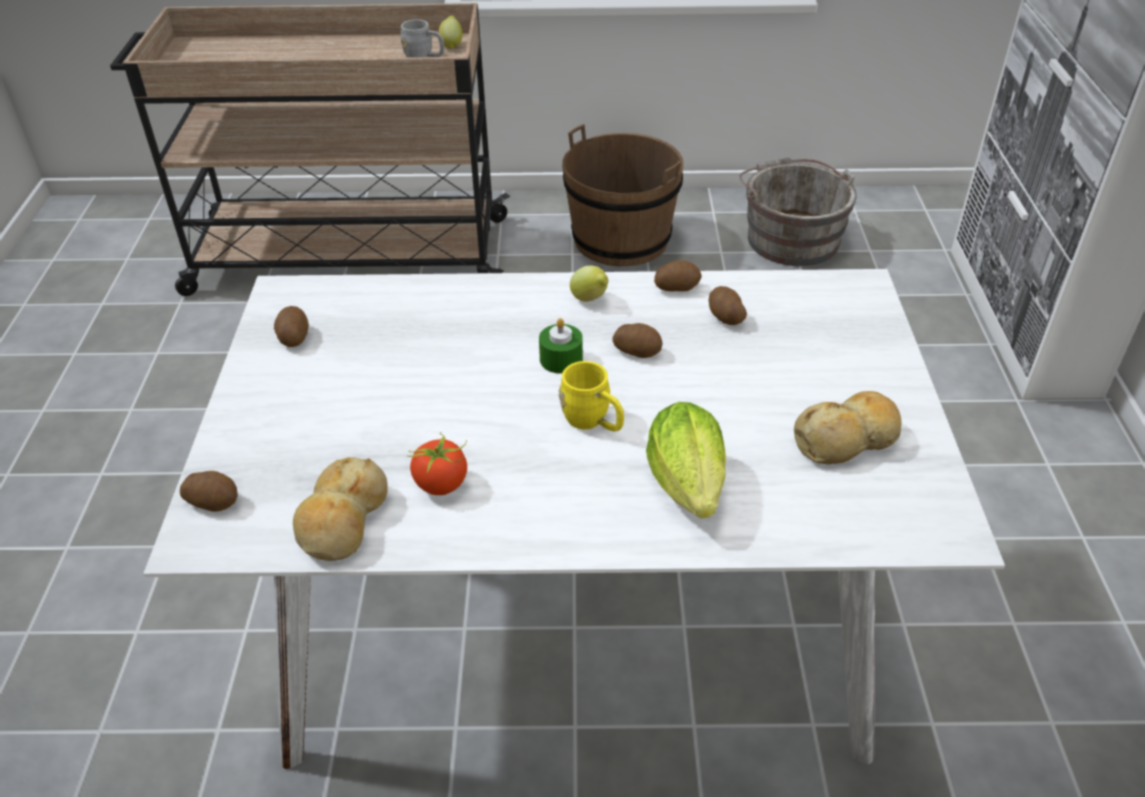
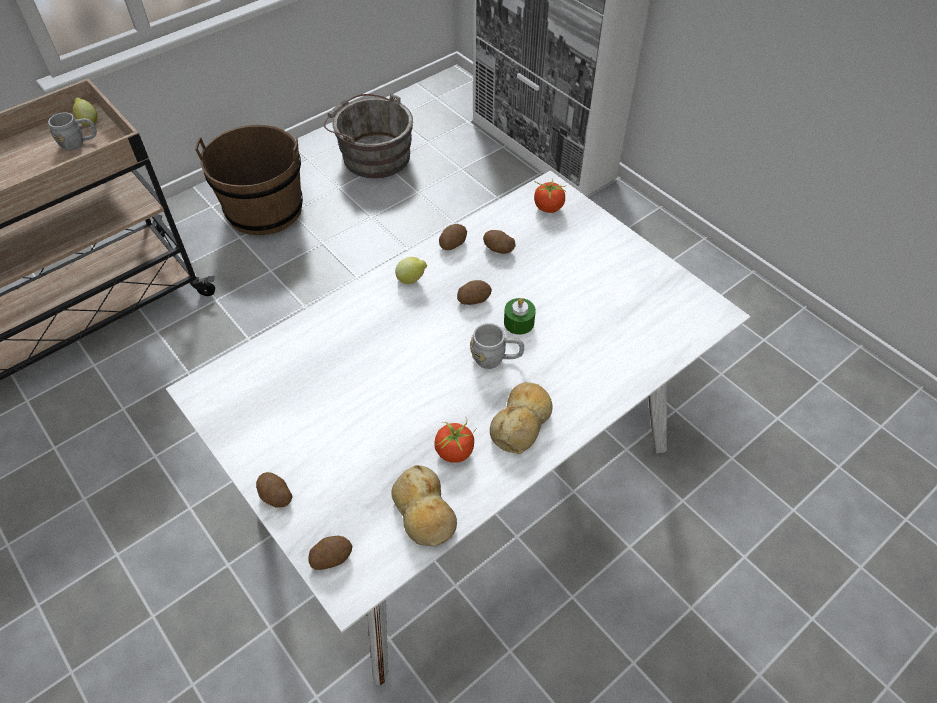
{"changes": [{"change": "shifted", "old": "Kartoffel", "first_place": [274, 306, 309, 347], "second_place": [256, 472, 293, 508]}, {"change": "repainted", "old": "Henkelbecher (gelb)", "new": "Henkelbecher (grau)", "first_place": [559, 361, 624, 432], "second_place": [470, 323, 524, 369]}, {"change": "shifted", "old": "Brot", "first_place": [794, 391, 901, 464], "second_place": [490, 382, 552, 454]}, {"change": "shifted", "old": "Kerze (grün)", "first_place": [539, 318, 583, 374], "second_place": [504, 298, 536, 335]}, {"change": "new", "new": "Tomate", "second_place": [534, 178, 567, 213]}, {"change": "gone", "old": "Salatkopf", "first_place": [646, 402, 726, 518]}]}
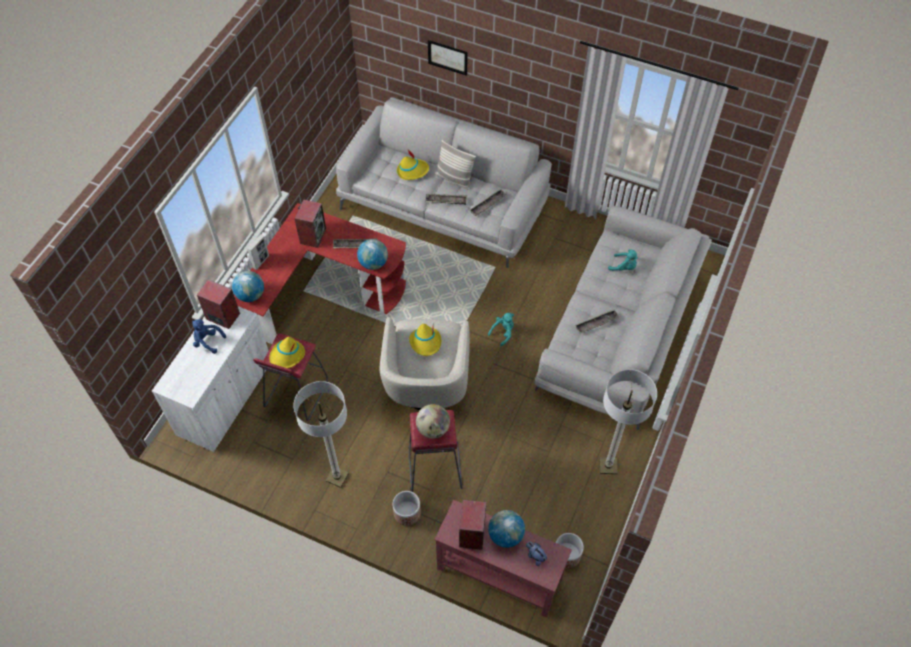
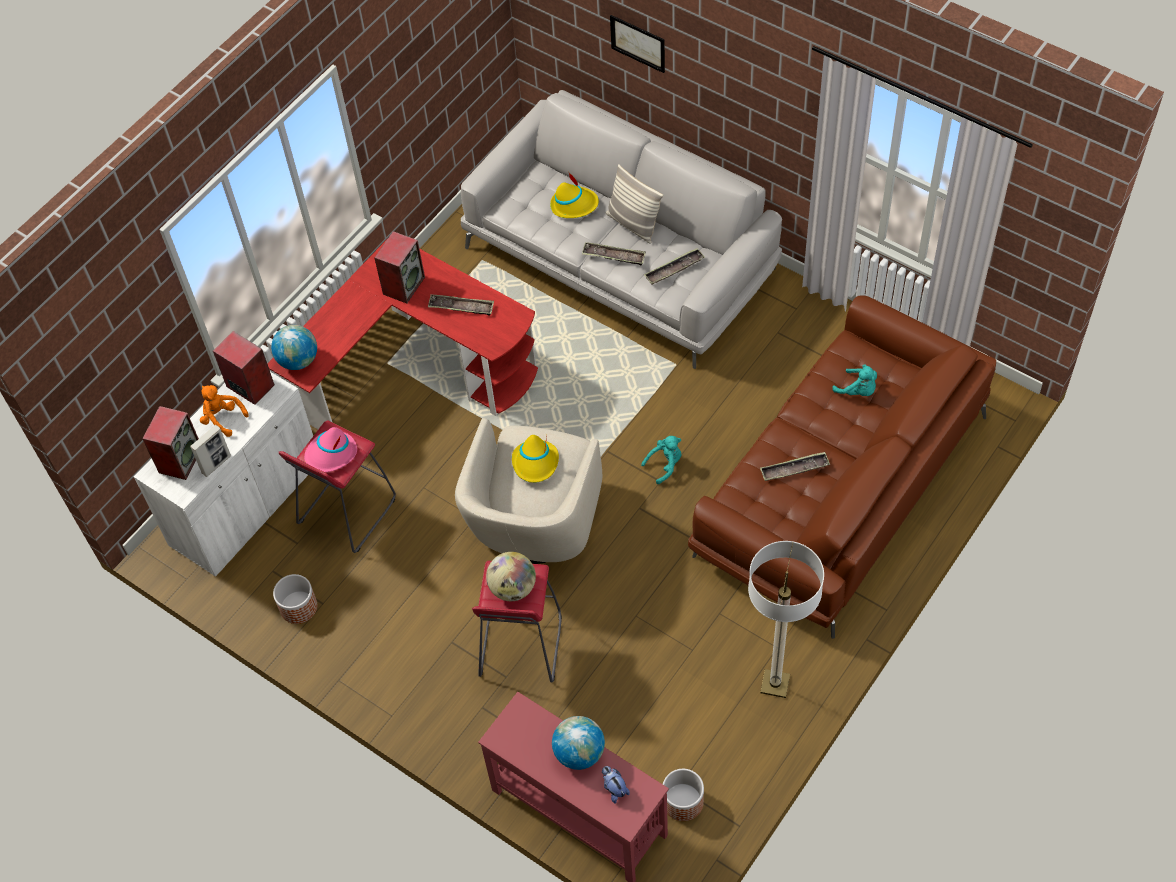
{"changes": [{"change": "shifted", "old": "Lautsprecher", "first_place": [459, 500, 486, 550], "second_place": [142, 406, 199, 480]}, {"change": "shifted", "old": "Bilderrahmen", "first_place": [247, 234, 269, 270], "second_place": [190, 425, 231, 477]}, {"change": "repainted", "old": "Plüschtier (blau)", "new": "Plüschtier (orange)", "first_place": [192, 319, 226, 354], "second_place": [200, 385, 249, 437]}, {"change": "shifted", "old": "Pflanzkübel", "first_place": [392, 491, 421, 526], "second_place": [273, 574, 317, 624]}, {"change": "repainted", "old": "Hut (gelb)", "new": "Hut (rosa)", "first_place": [269, 337, 305, 368], "second_place": [304, 427, 357, 472]}, {"change": "repainted", "old": "Sofa (grau)", "new": "Sofa (braun)", "first_place": [535, 206, 712, 431], "second_place": [688, 295, 996, 639]}, {"change": "gone", "old": "Stehlampe", "first_place": [293, 381, 349, 488]}, {"change": "gone", "old": "Globus", "first_place": [357, 239, 388, 270]}]}
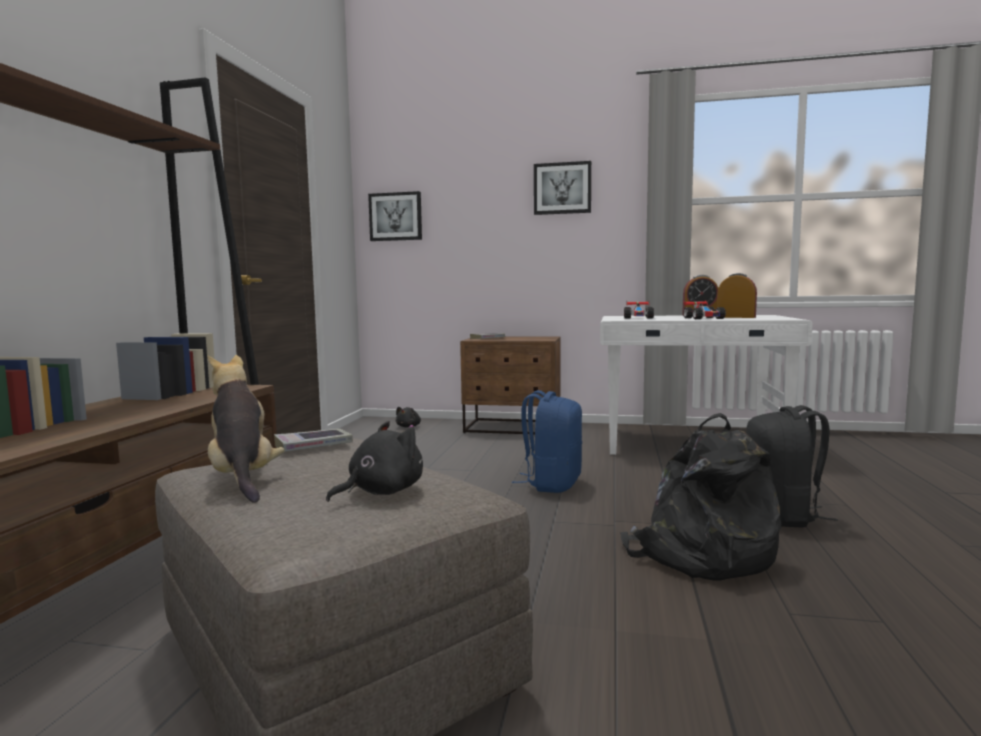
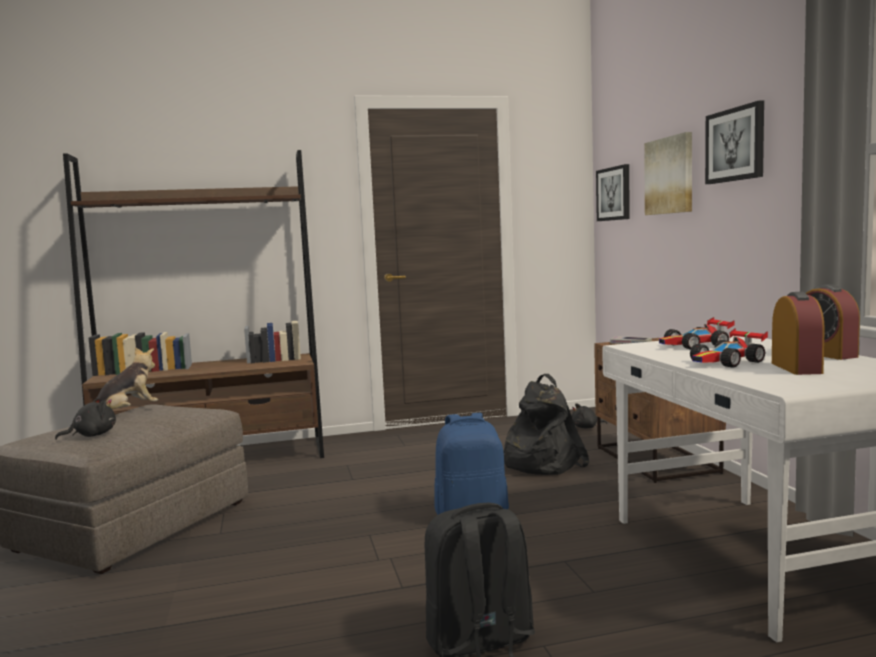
{"changes": [{"change": "rotated", "old": "Plüschtier (schwarz)", "first_place": [326, 421, 423, 502], "second_place": [55, 397, 116, 440], "degrees": -60}, {"change": "shifted", "old": "Rucksack (schwarz)", "first_place": [620, 413, 782, 581], "second_place": [503, 374, 589, 475]}, {"change": "new", "new": "Bild", "second_place": [644, 132, 692, 215]}, {"change": "gone", "old": "Buch", "first_place": [274, 429, 353, 452]}]}
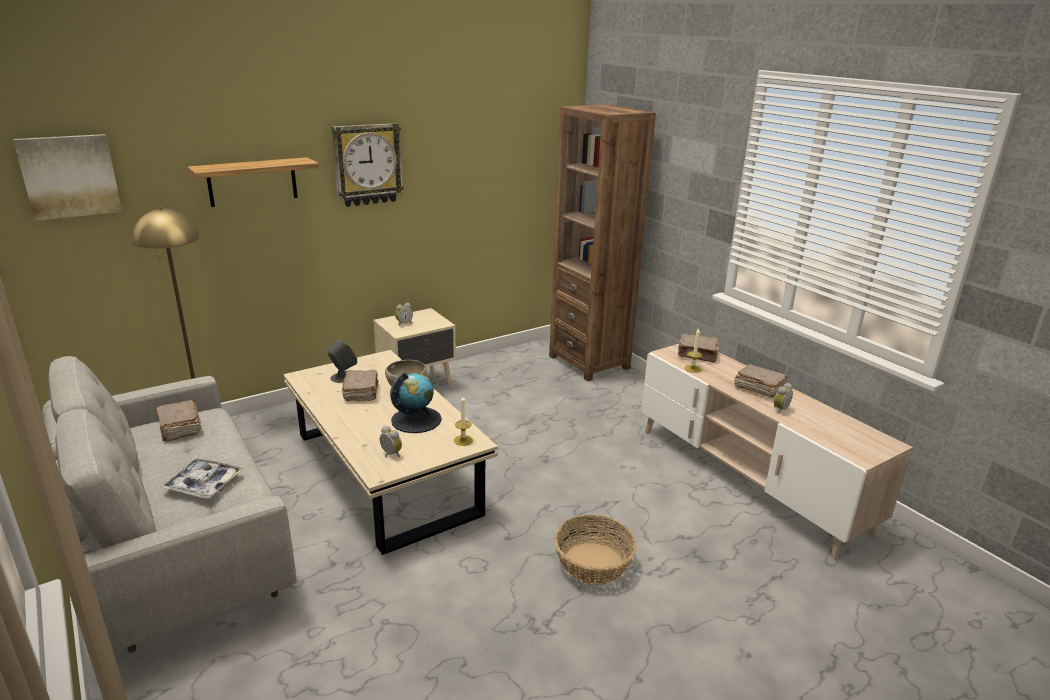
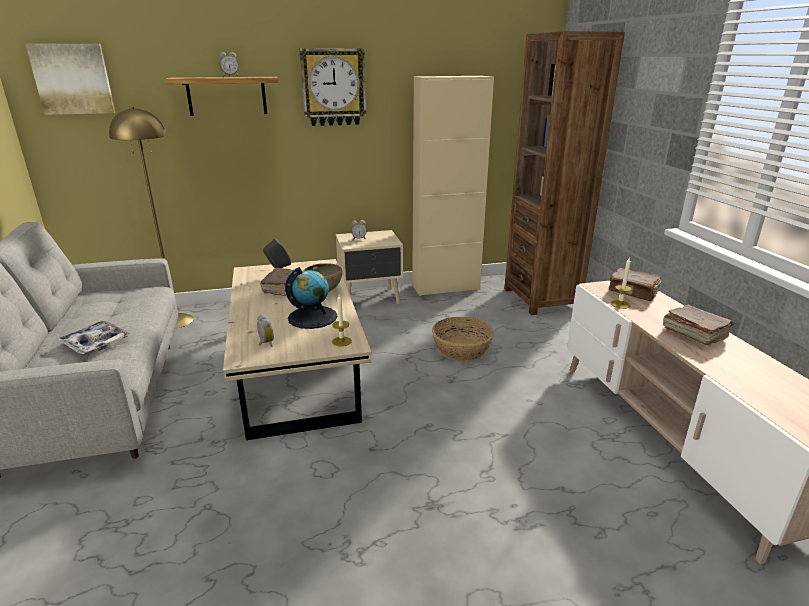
{"changes": [{"change": "shifted", "old": "Wecker", "first_place": [774, 383, 793, 414], "second_place": [219, 52, 239, 77]}, {"change": "new", "new": "Schrank (beige)", "second_place": [412, 76, 494, 296]}, {"change": "shifted", "old": "Korb", "first_place": [554, 515, 637, 585], "second_place": [432, 317, 494, 361]}, {"change": "gone", "old": "Buch (braun)", "first_place": [155, 400, 202, 441]}]}
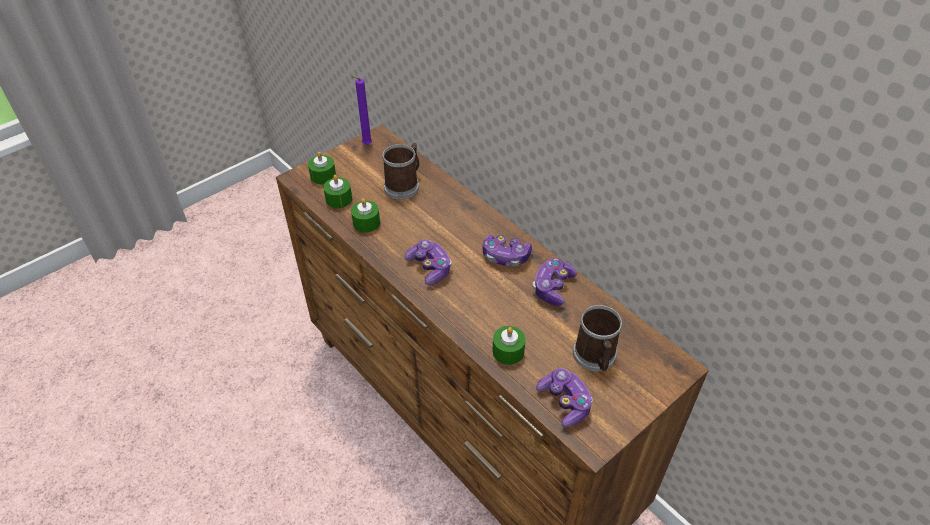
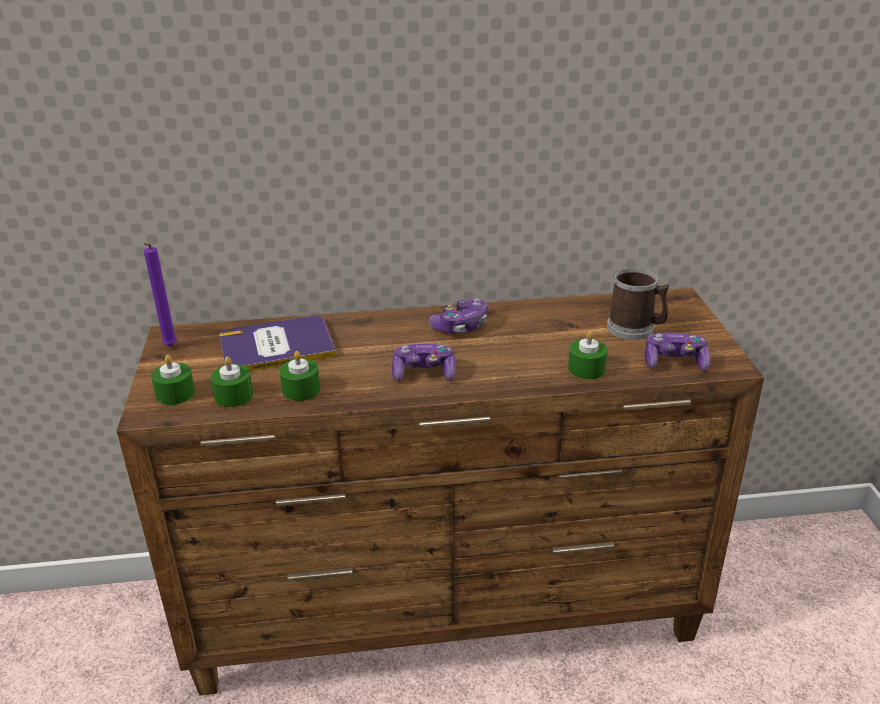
{"changes": [{"change": "swapped", "old": "Henkelbecher", "new": "Buch", "first_place": [382, 143, 419, 200], "second_place": [220, 315, 336, 371]}, {"change": "gone", "old": "Gamepad", "first_place": [533, 258, 577, 306]}]}
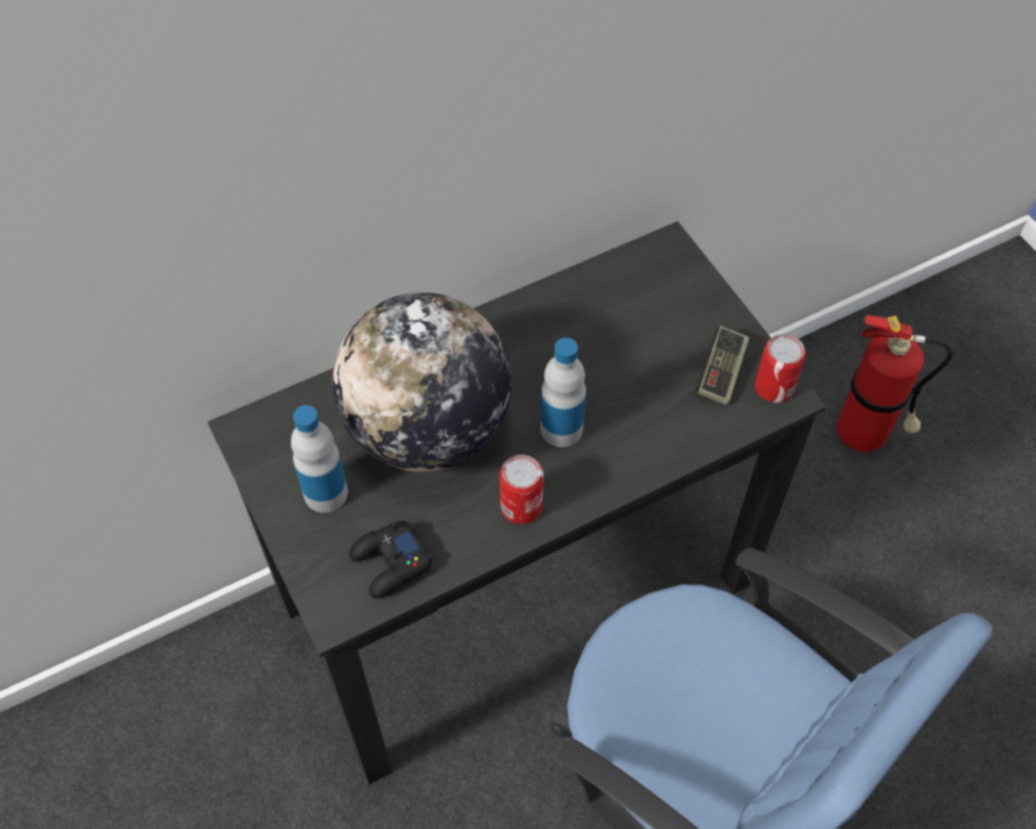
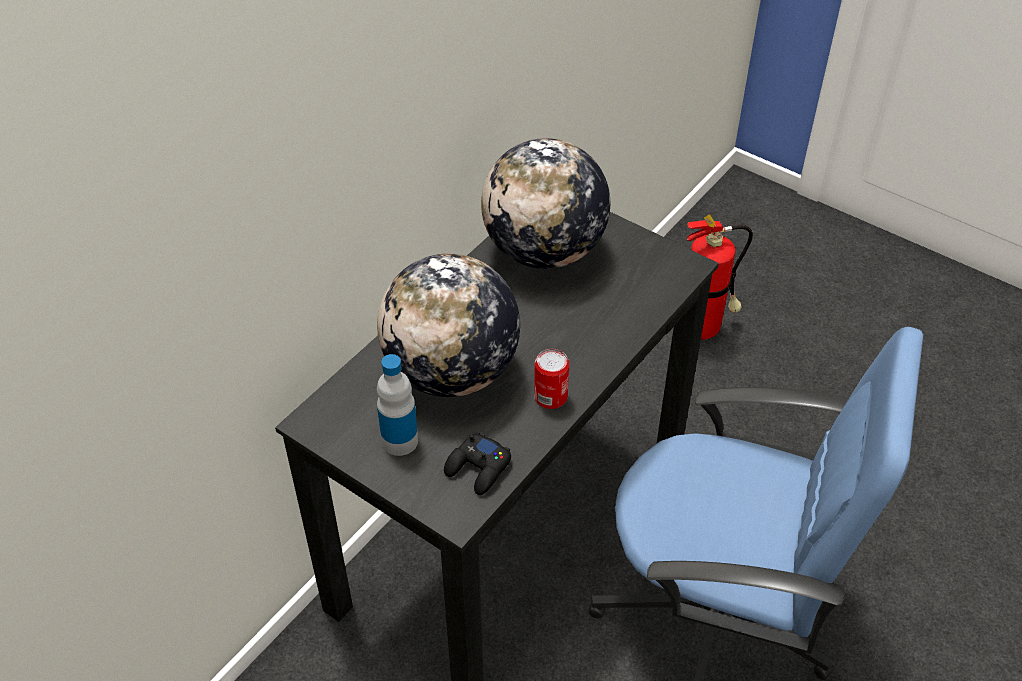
{"changes": [{"change": "new", "new": "Globus", "second_place": [481, 138, 610, 269]}, {"change": "gone", "old": "Flasche", "first_place": [540, 338, 586, 447]}, {"change": "gone", "old": "Gamepad", "first_place": [696, 326, 749, 405]}, {"change": "gone", "old": "Dose", "first_place": [755, 334, 806, 403]}]}
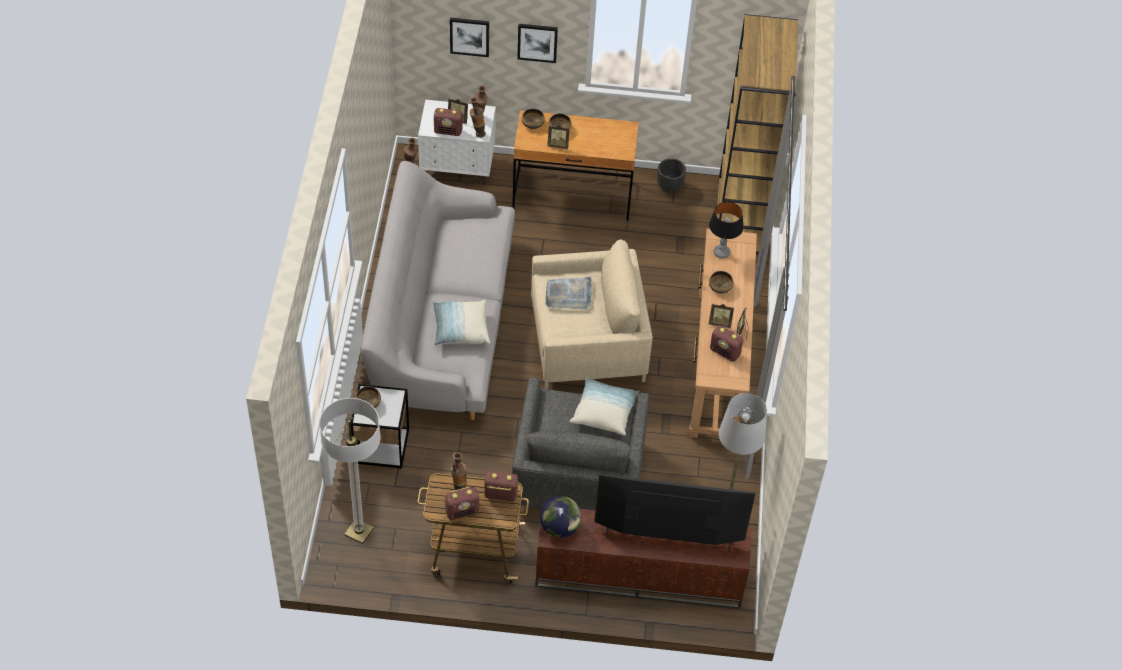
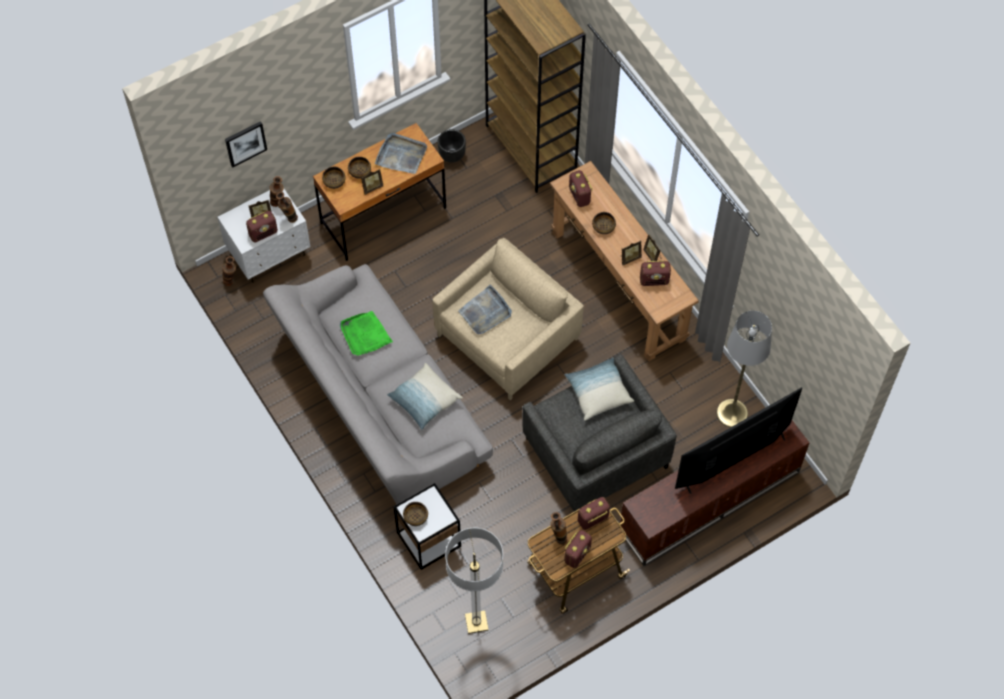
{"changes": [{"change": "new", "new": "Tablett (grün)", "second_place": [340, 311, 393, 356]}, {"change": "new", "new": "Tablett (grau)", "second_place": [375, 133, 427, 174]}, {"change": "swapped", "old": "Tischlampe", "new": "Radio", "first_place": [709, 202, 744, 259], "second_place": [569, 170, 593, 207]}, {"change": "gone", "old": "Bild", "first_place": [517, 24, 558, 63]}, {"change": "gone", "old": "Globus", "first_place": [540, 496, 581, 538]}]}
